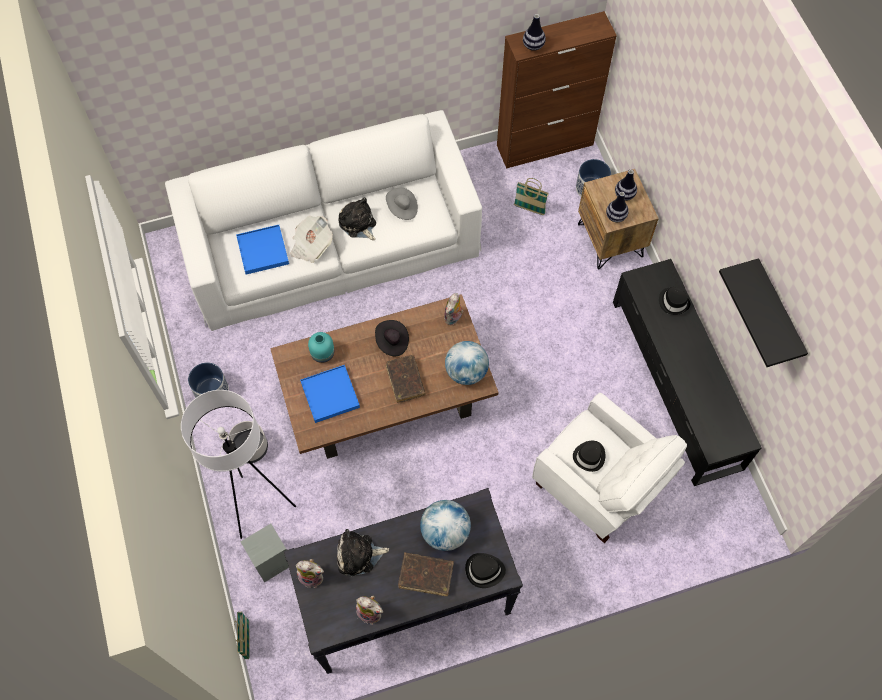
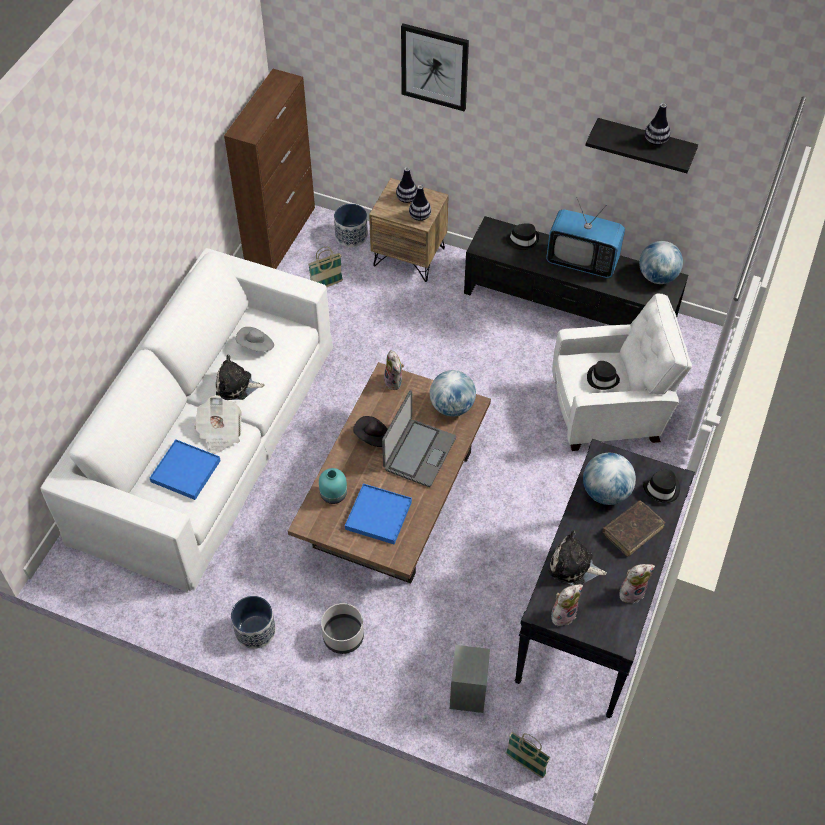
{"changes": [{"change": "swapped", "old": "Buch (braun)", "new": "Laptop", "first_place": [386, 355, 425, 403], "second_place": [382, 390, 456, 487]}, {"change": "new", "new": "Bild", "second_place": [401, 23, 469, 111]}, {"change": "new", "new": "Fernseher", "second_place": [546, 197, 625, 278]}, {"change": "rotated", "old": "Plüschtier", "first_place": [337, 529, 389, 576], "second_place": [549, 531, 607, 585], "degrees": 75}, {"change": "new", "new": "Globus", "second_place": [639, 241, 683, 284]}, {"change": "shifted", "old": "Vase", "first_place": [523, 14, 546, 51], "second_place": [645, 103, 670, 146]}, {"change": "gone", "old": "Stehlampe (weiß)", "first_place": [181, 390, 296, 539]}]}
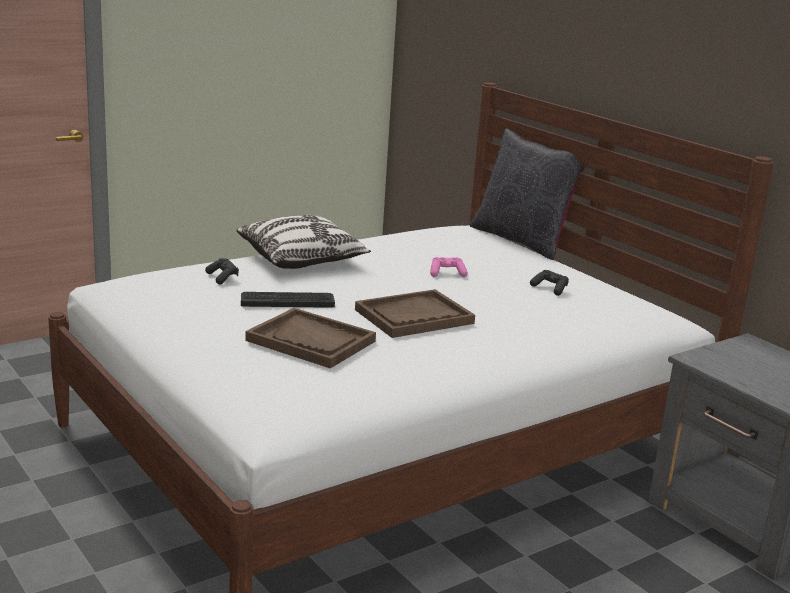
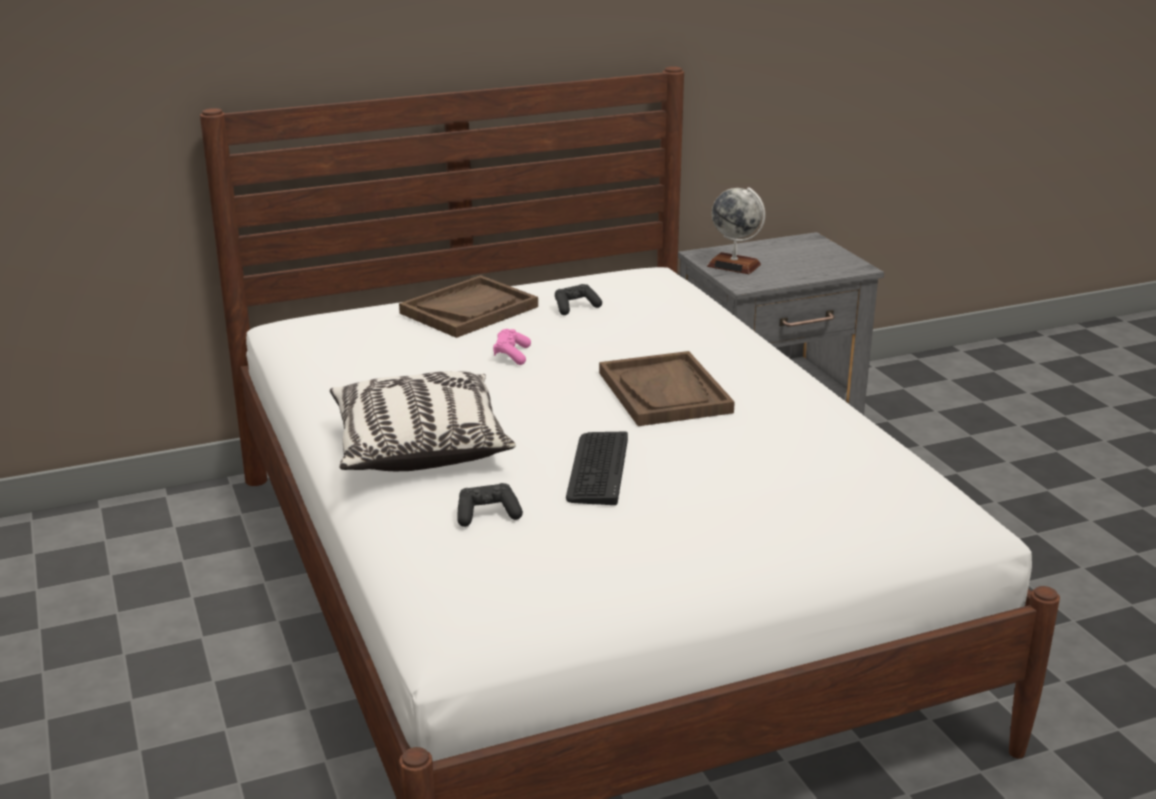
{"changes": [{"change": "shifted", "old": "Tablett (braun)", "first_place": [245, 308, 376, 368], "second_place": [399, 275, 538, 338]}, {"change": "new", "new": "Globus", "second_place": [707, 187, 765, 274]}, {"change": "gone", "old": "Kissen (schwarz)", "first_place": [470, 128, 585, 260]}]}
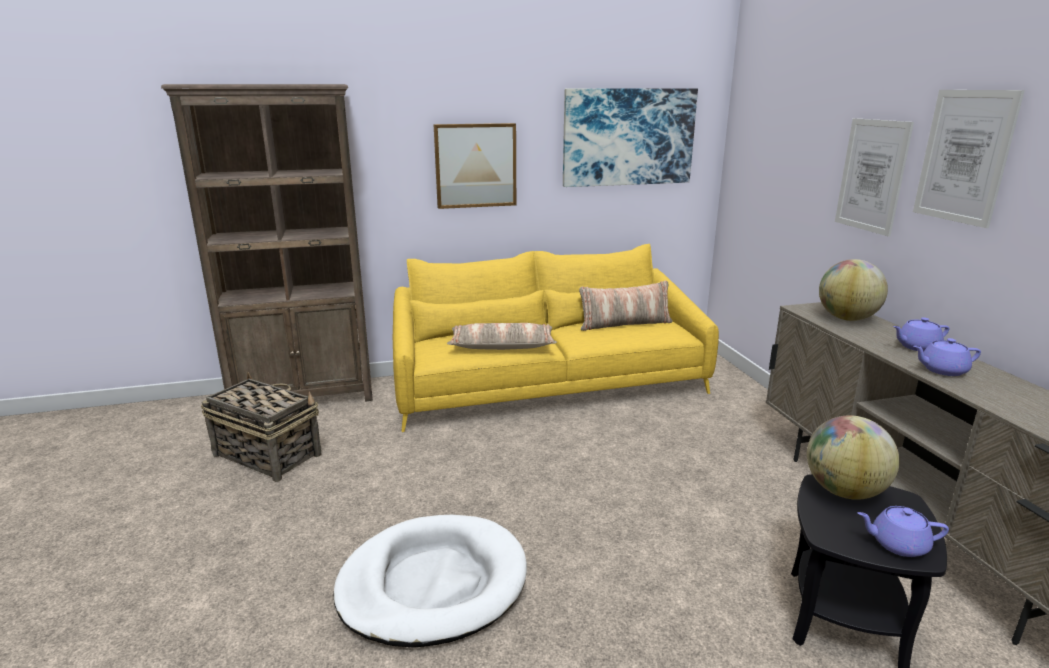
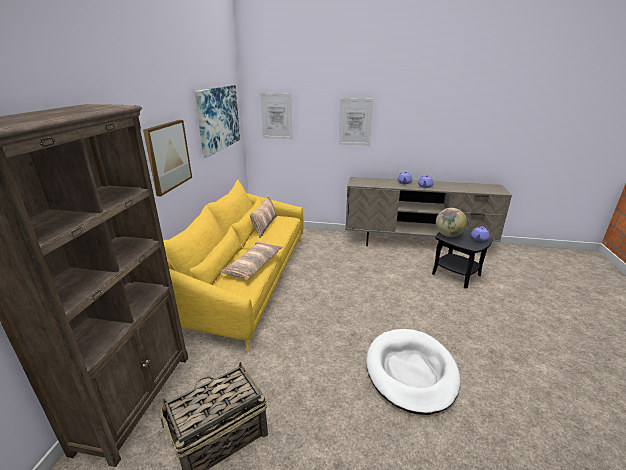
{"changes": [{"change": "shifted", "old": "Bild", "first_place": [913, 90, 1025, 228], "second_place": [260, 93, 292, 139]}, {"change": "gone", "old": "Globus", "first_place": [819, 259, 888, 321]}]}
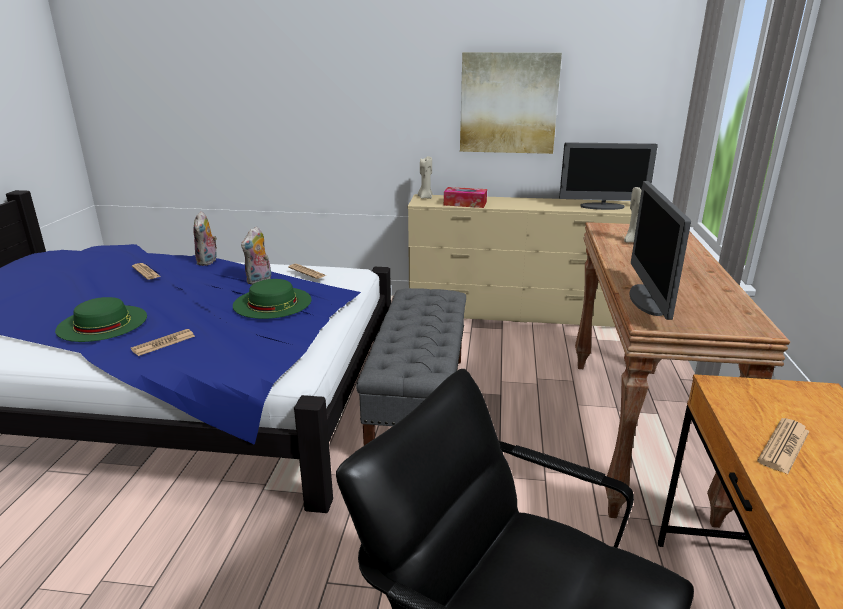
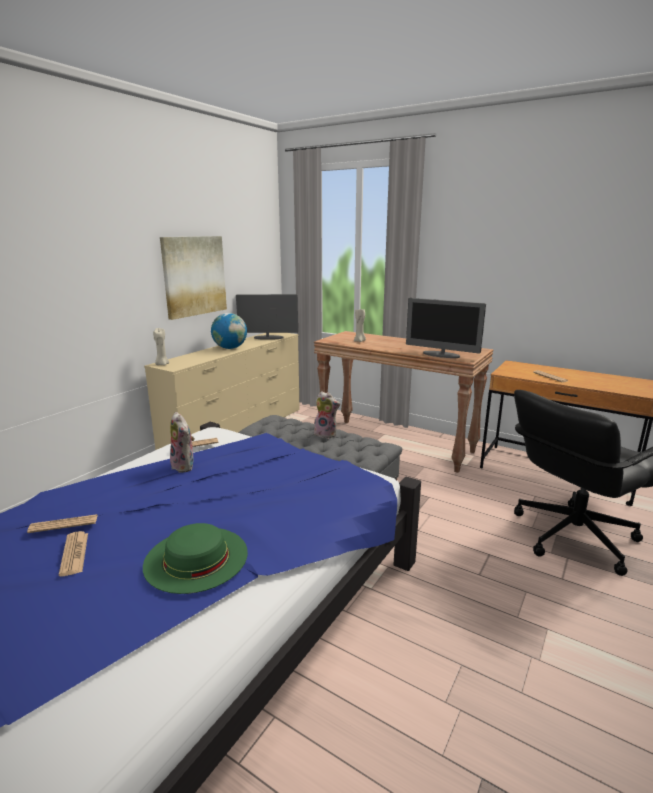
{"changes": [{"change": "shifted", "old": "Zeitung", "first_place": [131, 329, 195, 356], "second_place": [59, 531, 88, 576]}, {"change": "new", "new": "Globus", "second_place": [211, 313, 247, 349]}, {"change": "rotated", "old": "Monitor", "first_place": [559, 142, 658, 210], "second_place": [236, 294, 298, 340], "degrees": -120}, {"change": "shifted", "old": "Plüschtier", "first_place": [193, 211, 217, 266], "second_place": [314, 391, 340, 438]}, {"change": "gone", "old": "Hut (grün)", "first_place": [233, 279, 312, 319]}, {"change": "gone", "old": "Taschentuchbox", "first_place": [444, 187, 487, 208]}]}
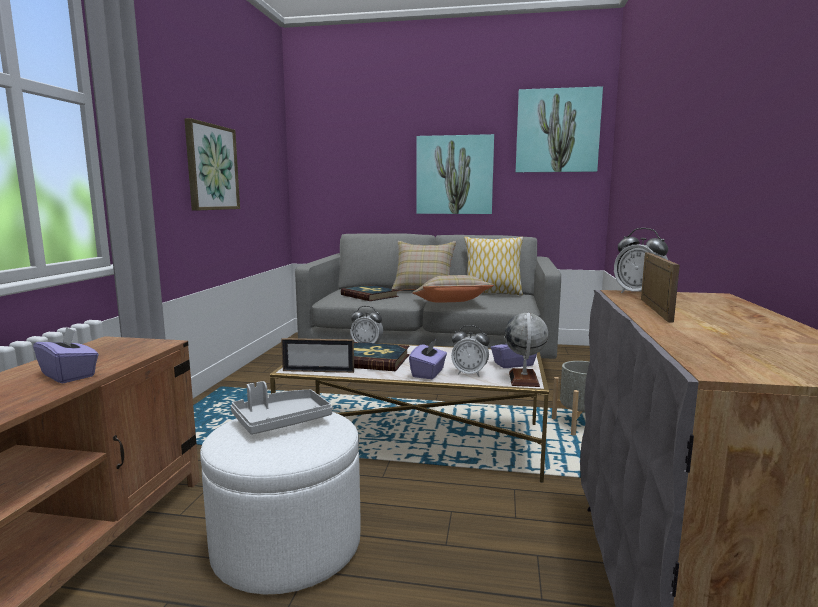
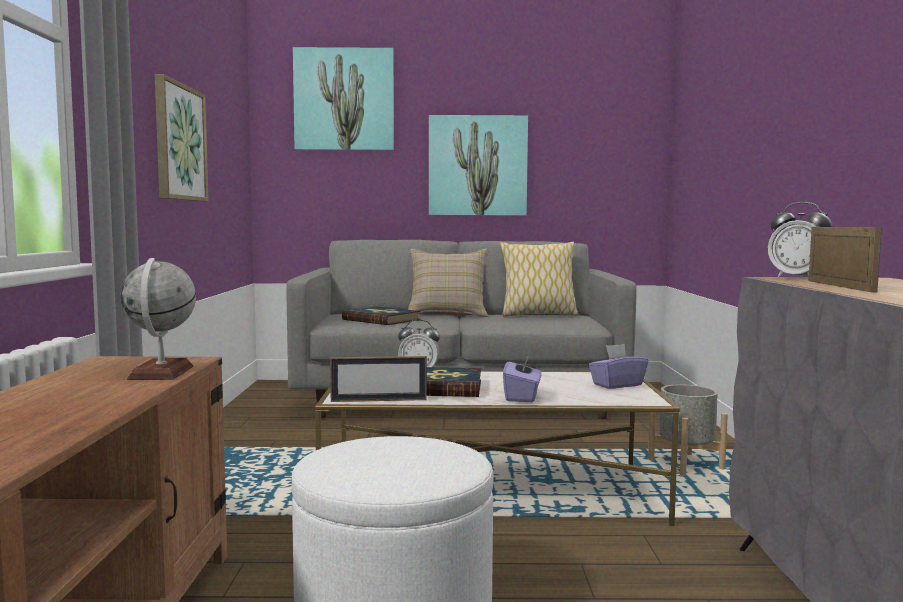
{"changes": [{"change": "shifted", "old": "Globus", "first_place": [504, 313, 548, 387], "second_place": [120, 258, 196, 380]}, {"change": "shifted", "old": "Bild", "first_place": [516, 86, 603, 172], "second_place": [293, 47, 394, 150]}, {"change": "gone", "old": "Taschentuchbox (lila)", "first_place": [33, 327, 99, 383]}, {"change": "gone", "old": "Tablett (grau)", "first_place": [231, 381, 332, 435]}, {"change": "gone", "old": "Kissen (beige)", "first_place": [412, 275, 494, 303]}, {"change": "gone", "old": "Wecker", "first_place": [451, 325, 489, 377]}]}
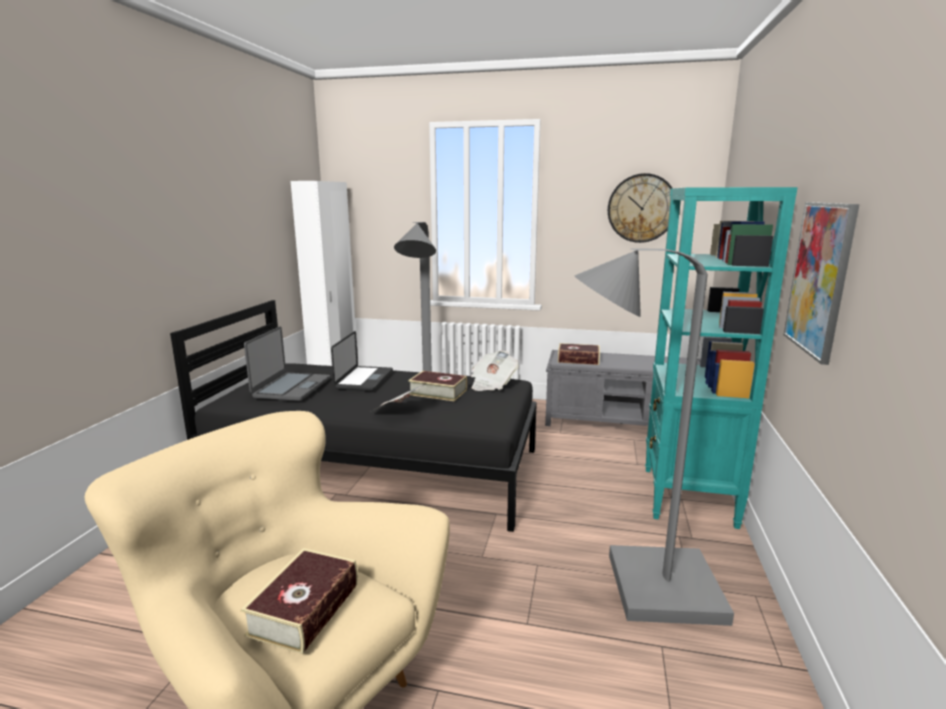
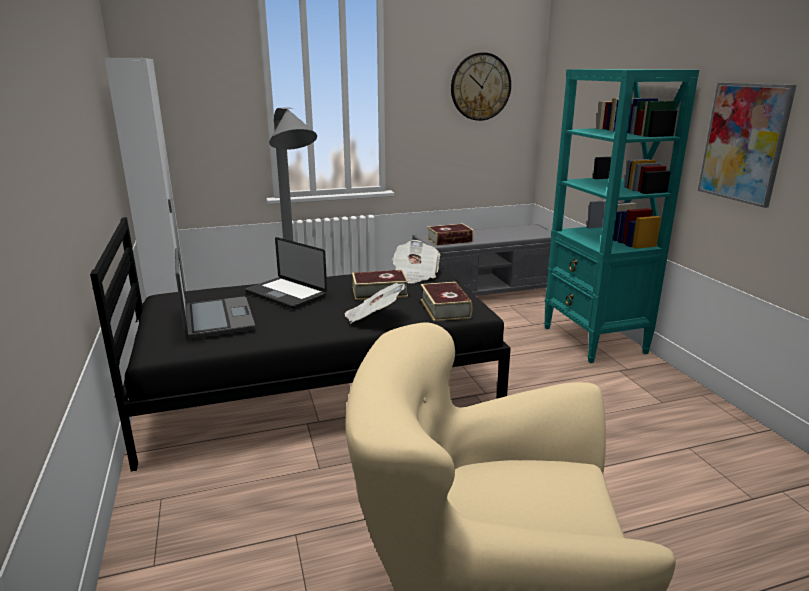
{"changes": [{"change": "rotated", "old": "Laptop", "first_place": [331, 331, 393, 391], "second_place": [245, 237, 327, 309], "degrees": 150}, {"change": "shifted", "old": "Buch", "first_place": [241, 548, 358, 654], "second_place": [421, 282, 472, 321]}, {"change": "gone", "old": "Stehlampe (grau)", "first_place": [575, 248, 734, 626]}]}
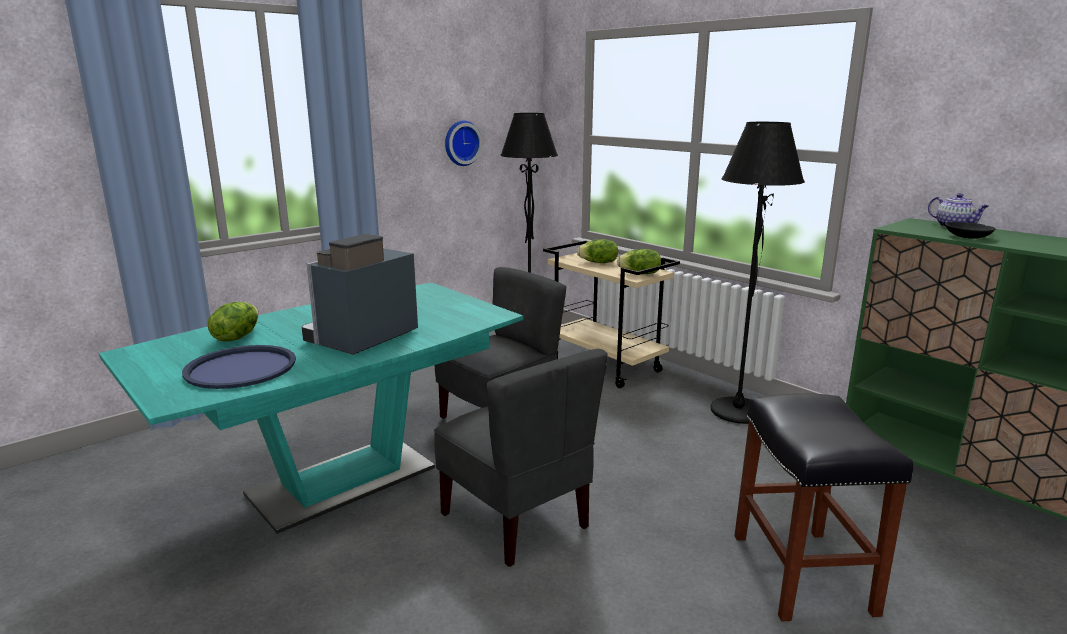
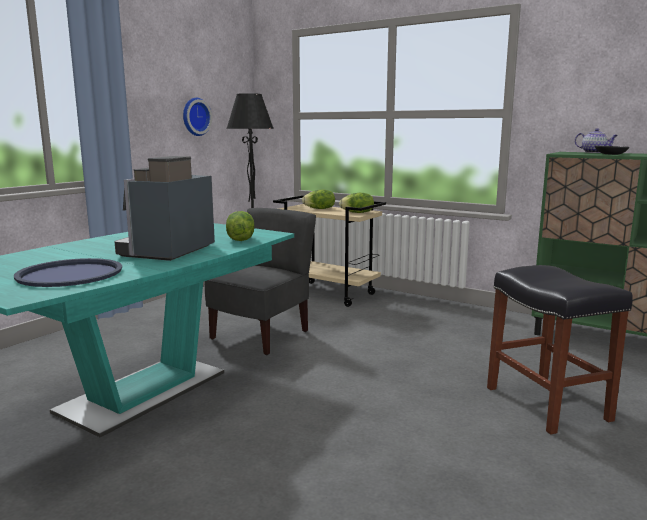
{"changes": [{"change": "shifted", "old": "Salatkopf", "first_place": [208, 302, 258, 342], "second_place": [226, 211, 255, 241]}, {"change": "gone", "old": "Stuhl (grau)", "first_place": [434, 349, 608, 567]}, {"change": "gone", "old": "Stehlampe (schwarz)", "first_place": [710, 122, 805, 424]}]}
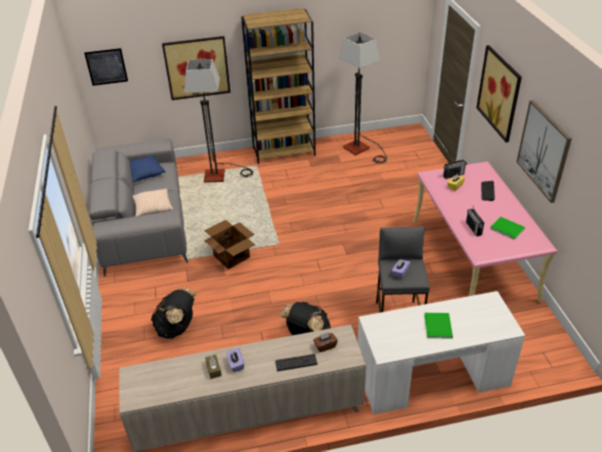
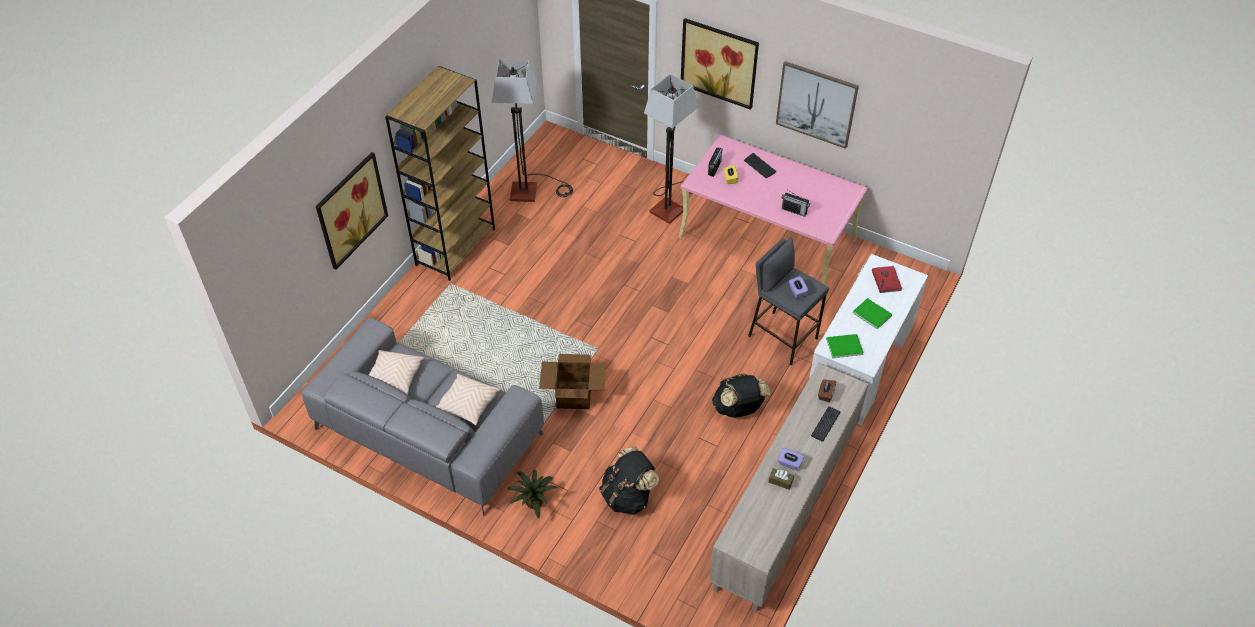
{"changes": [{"change": "repainted", "old": "Kissen (blau)", "new": "Kissen (beige)", "first_place": [130, 156, 166, 182], "second_place": [369, 350, 424, 395]}, {"change": "new", "new": "Topfpflanze", "second_place": [507, 470, 558, 518]}, {"change": "shifted", "old": "Stehlampe", "first_place": [184, 59, 253, 183], "second_place": [644, 74, 698, 224]}, {"change": "shifted", "old": "Buch (grün)", "first_place": [490, 217, 525, 240], "second_place": [826, 334, 864, 358]}, {"change": "new", "new": "Buch (rot)", "second_place": [872, 266, 902, 293]}, {"change": "gone", "old": "Bild", "first_place": [84, 48, 128, 86]}]}
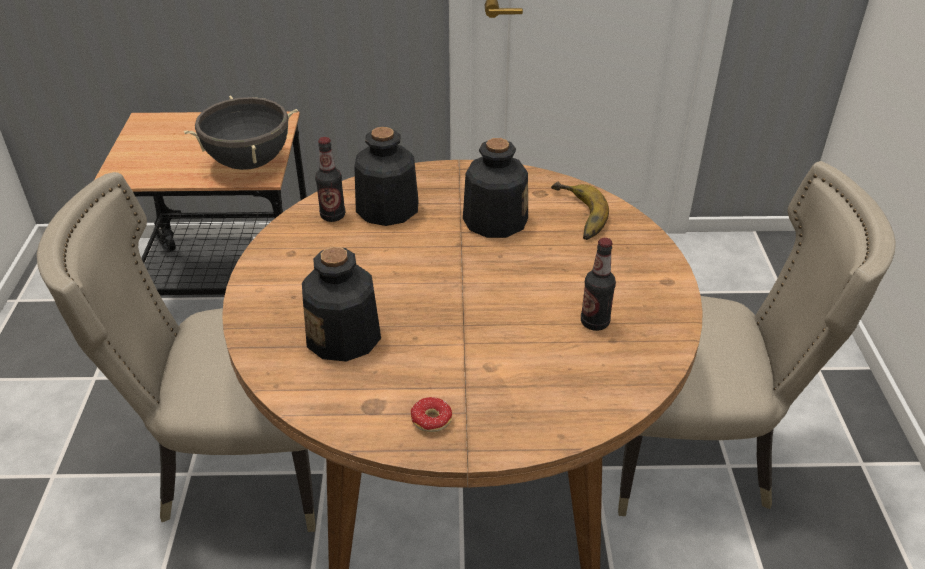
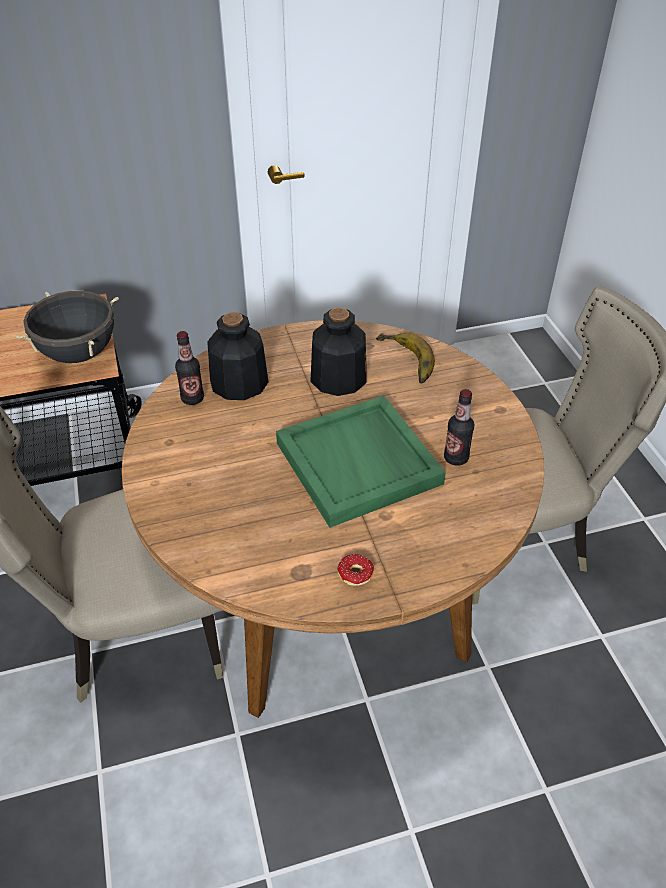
{"changes": [{"change": "new", "new": "Tablett (grün)", "second_place": [276, 396, 446, 528]}, {"change": "gone", "old": "Flasche", "first_place": [302, 247, 381, 362]}]}
